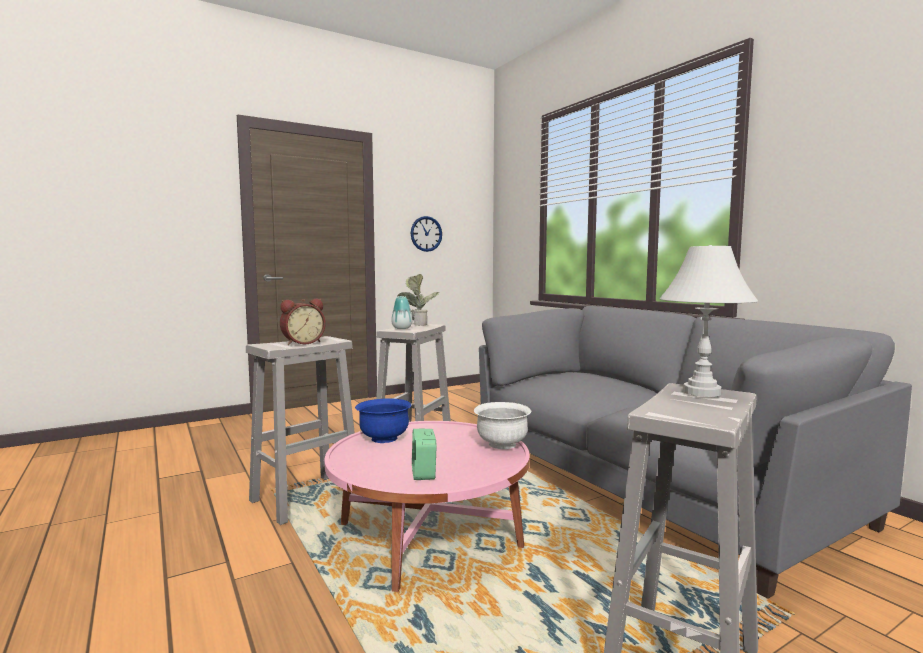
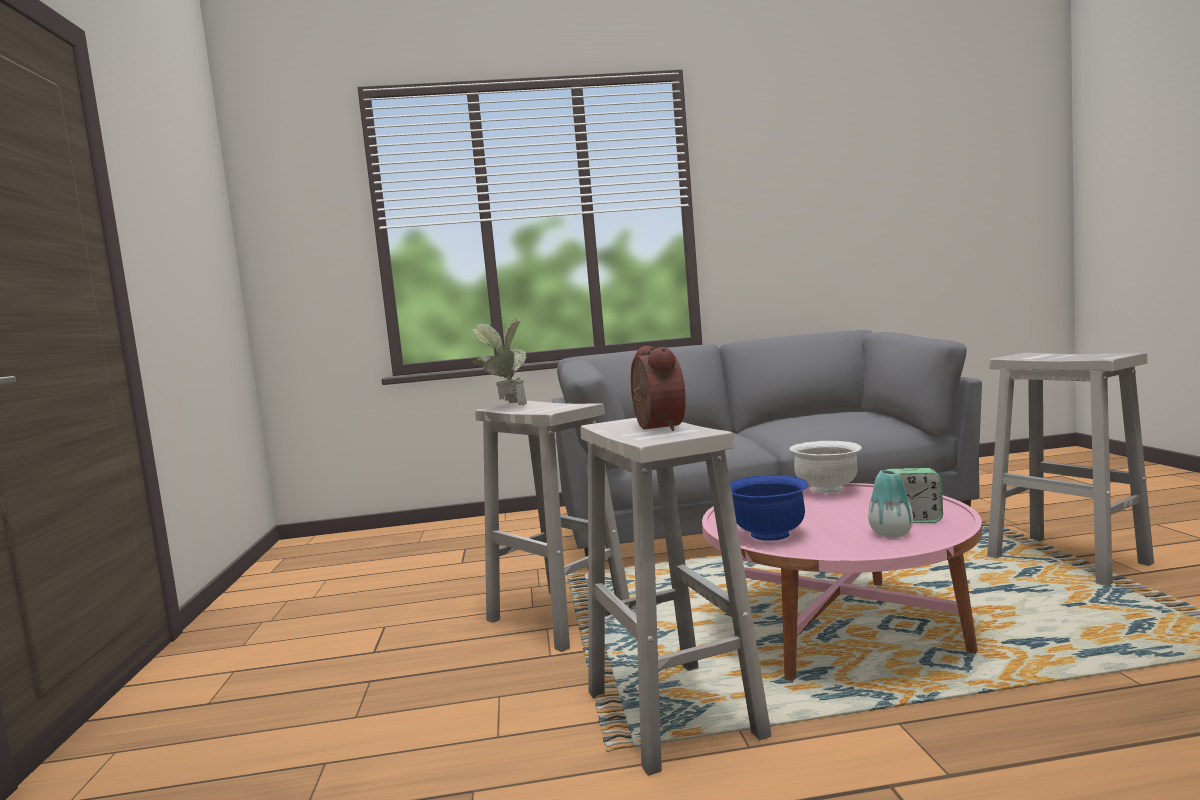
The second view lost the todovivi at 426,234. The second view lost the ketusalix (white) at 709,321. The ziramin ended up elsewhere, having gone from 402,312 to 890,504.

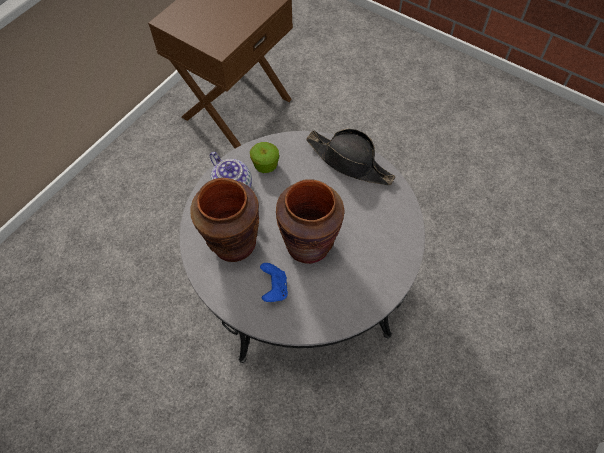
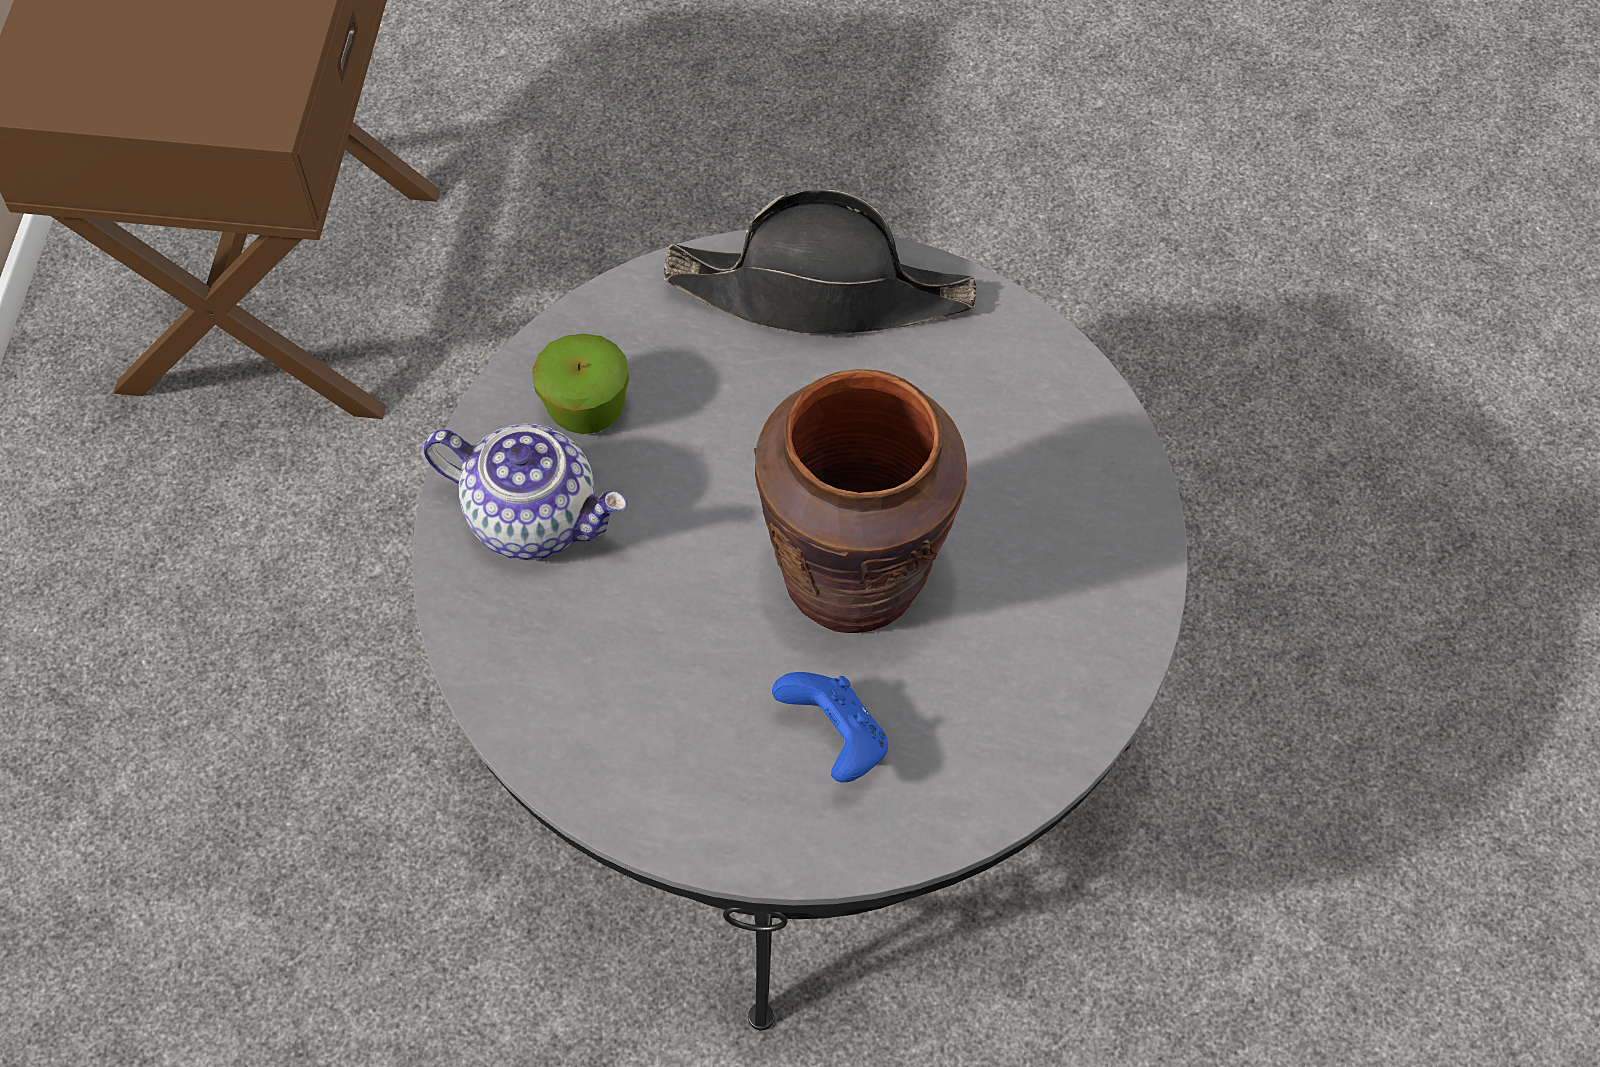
The second view lost the ziramin (brown) at 224,220.

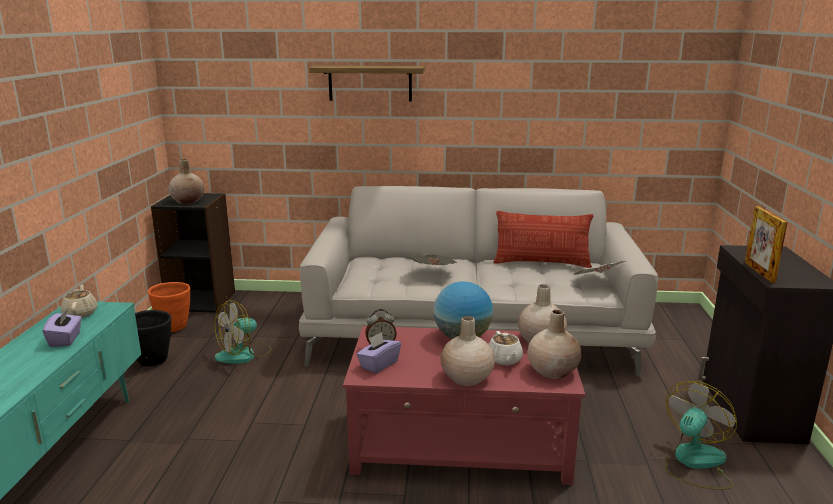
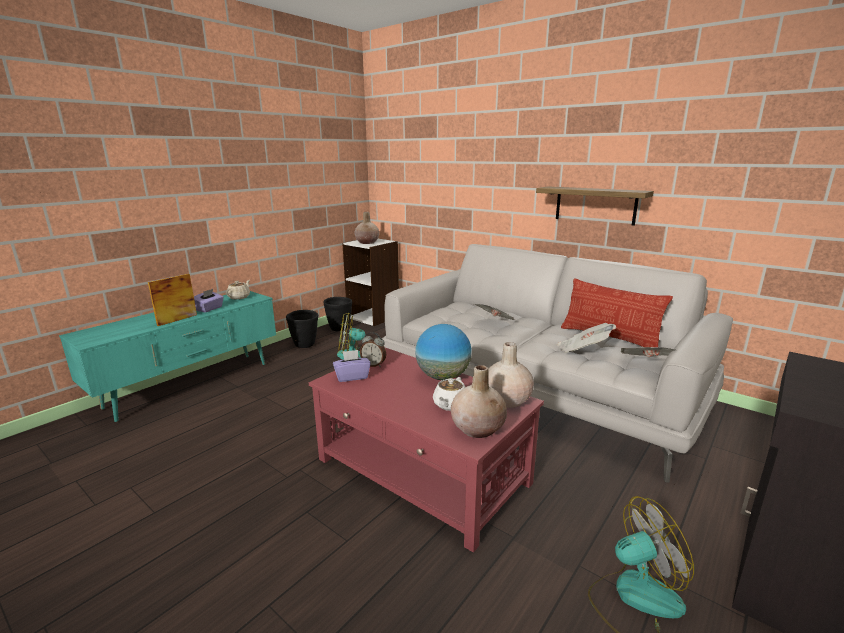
The second view lost the ziramin (beige) at 468,351. The second view gained the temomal at 586,338. The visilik ended up elsewhere, having gone from 367,84 to 595,206. The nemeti ended up elsewhere, having gone from 766,244 to 172,300. What was the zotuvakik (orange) at 169,307 turned into the zotuvakik (black) at 337,314. What was the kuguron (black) at 193,253 turned into the kuguron (white) at 370,282.

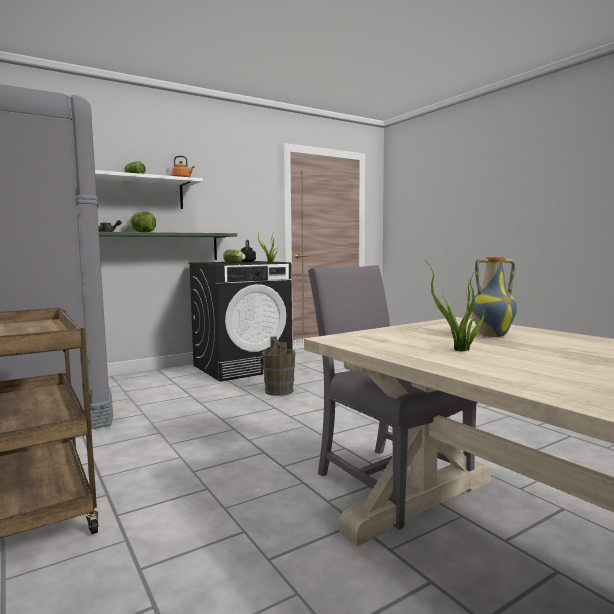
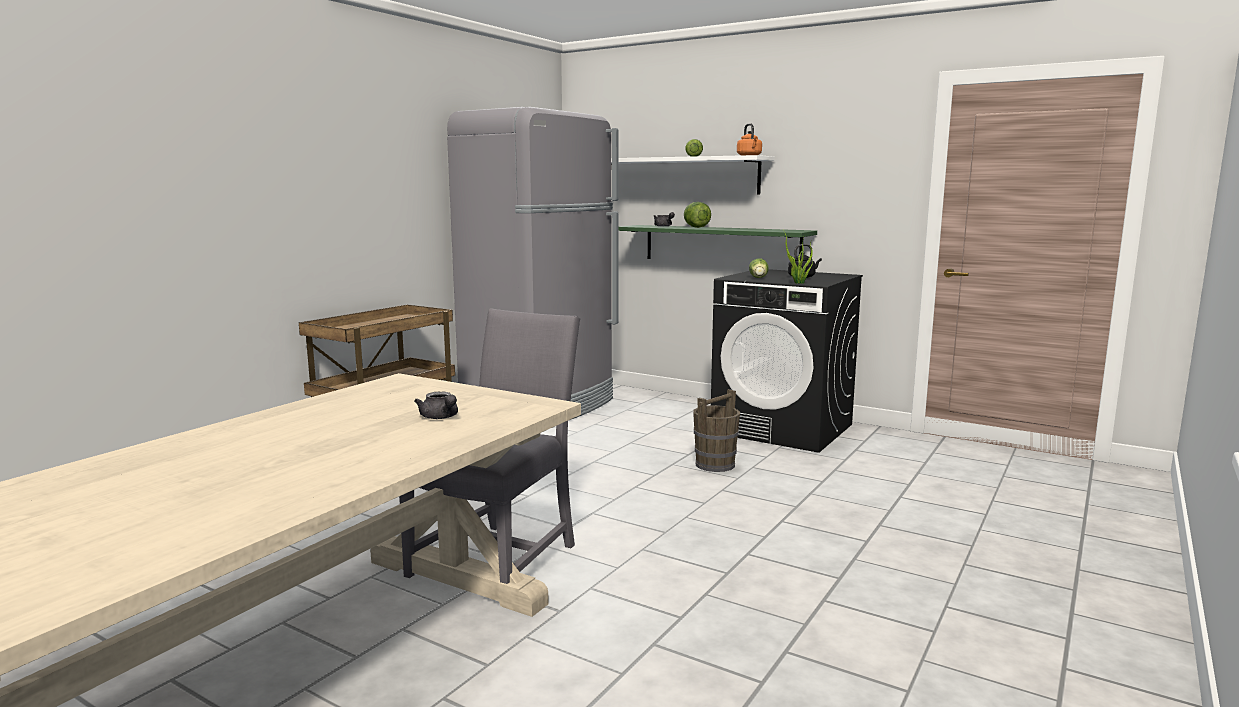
The second view lost the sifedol at 455,305. Where the ziramin stood at 494,297, the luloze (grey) came to stand at 436,405.

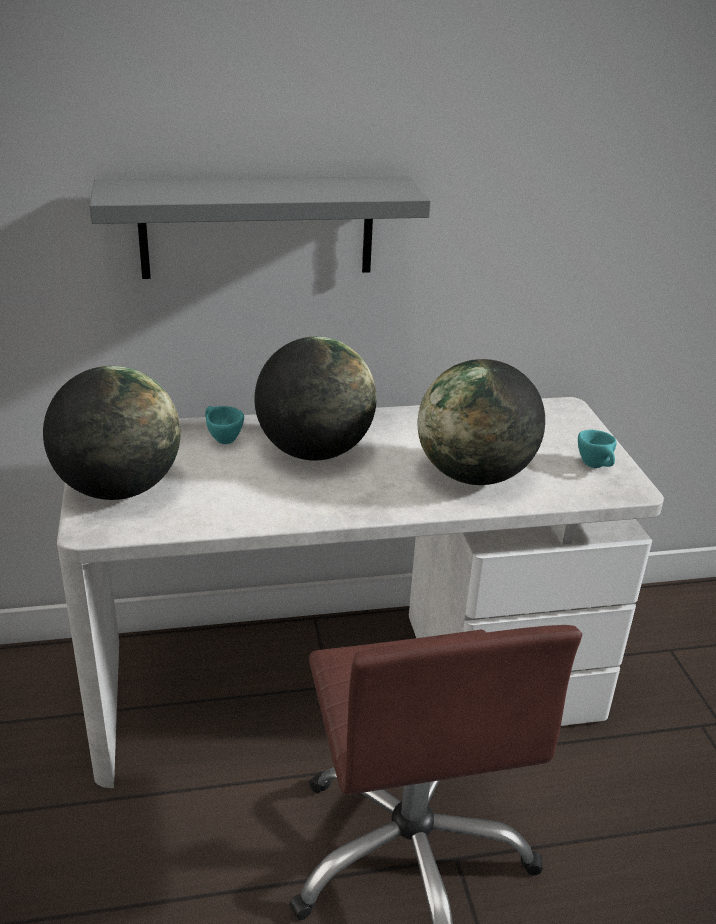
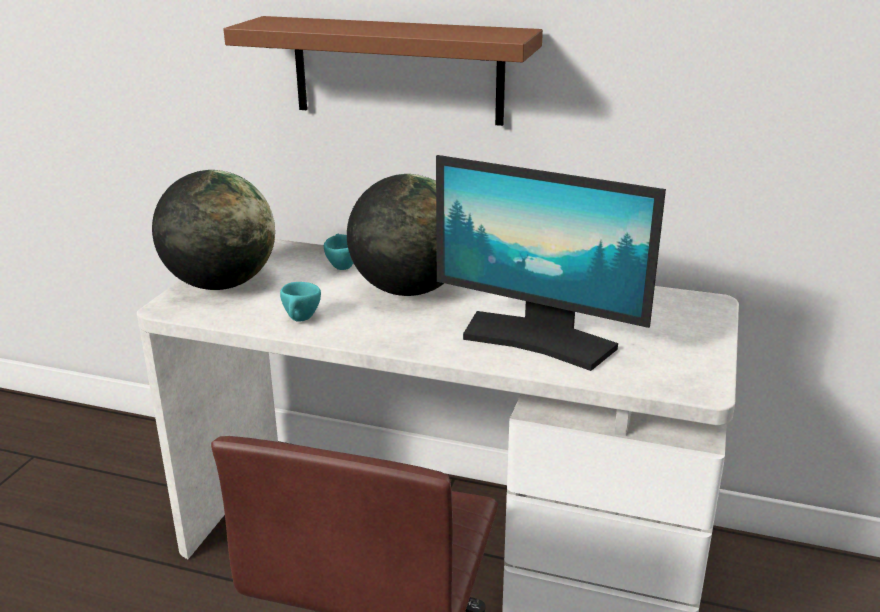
The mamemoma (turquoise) ended up elsewhere, having gone from 597,449 to 300,302. Where the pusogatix stood at 481,422, the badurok came to stand at 551,263. What was the visilik (grey) at 260,227 turned into the visilik (brown) at 383,71.

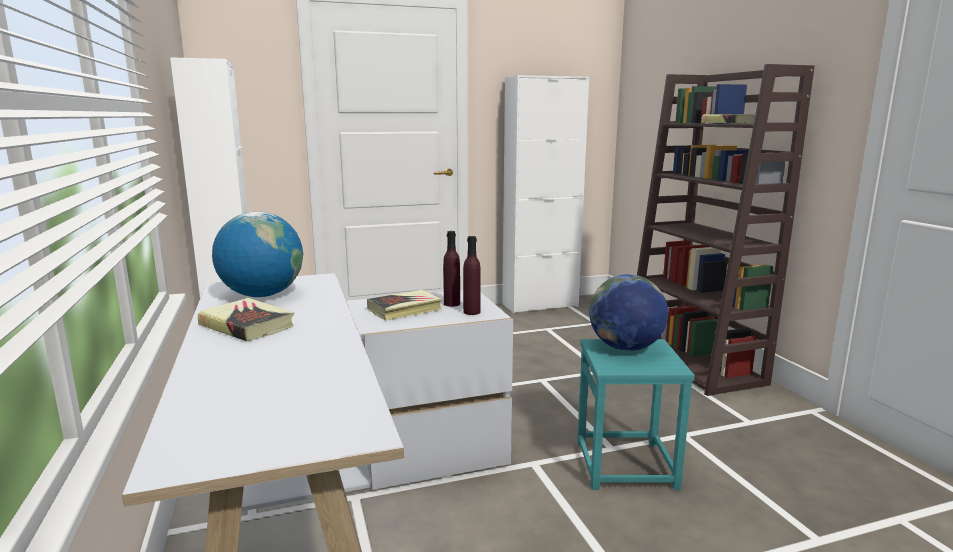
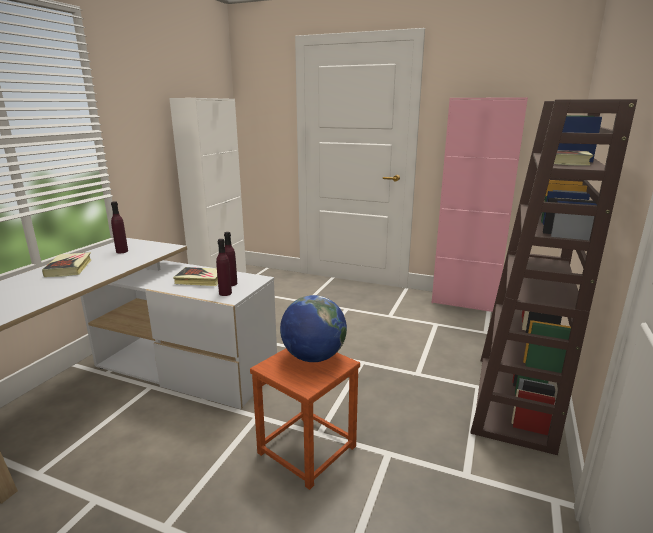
Where the pusogatix stood at 257,254, the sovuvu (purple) came to stand at 119,227. What was the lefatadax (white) at 545,194 turned into the lefatadax (pink) at 480,204. What was the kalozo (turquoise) at 636,414 turned into the kalozo (brown) at 305,419.

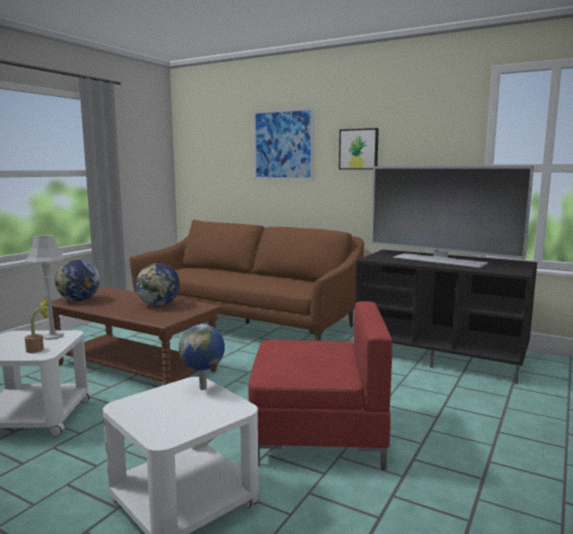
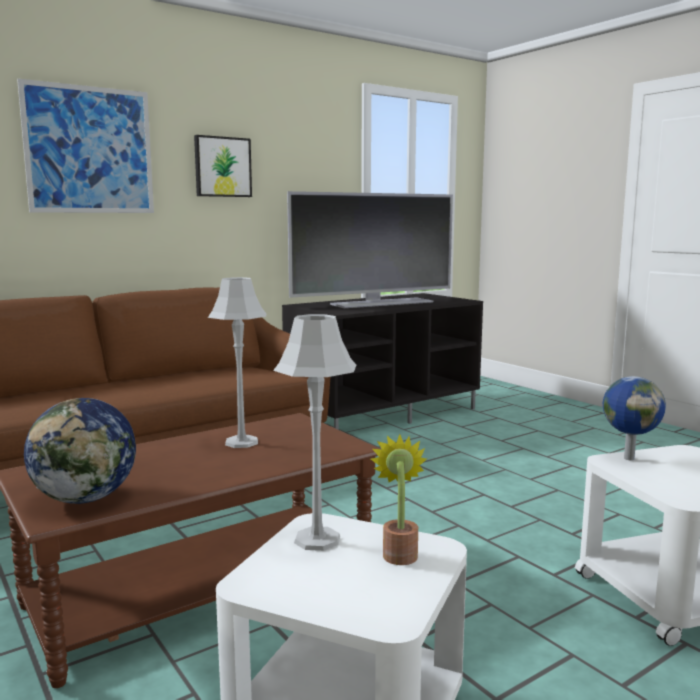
The second view lost the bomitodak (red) at 320,385. Where the pusogatix stood at 158,284, the ketusalix (grey) came to stand at 237,362.

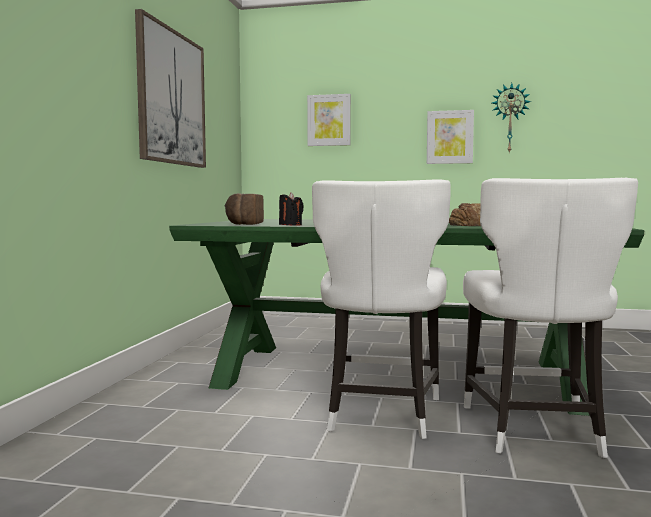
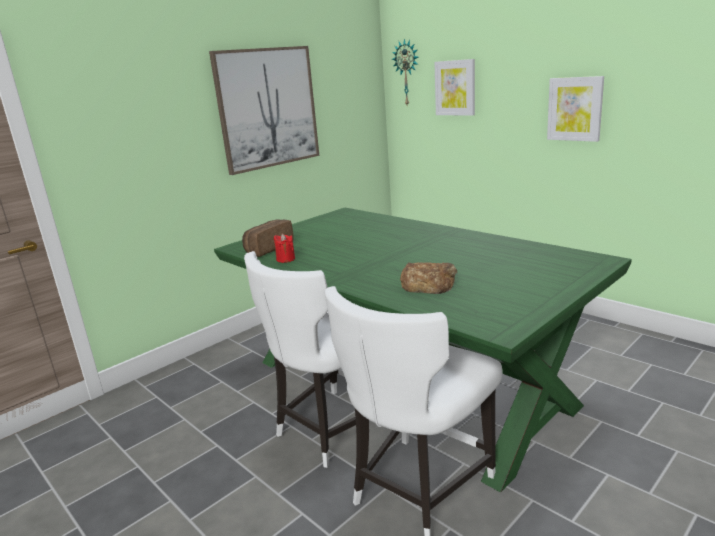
The todovivi ended up elsewhere, having gone from 511,118 to 405,72. What was the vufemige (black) at 291,209 turned into the vufemige (red) at 284,248.

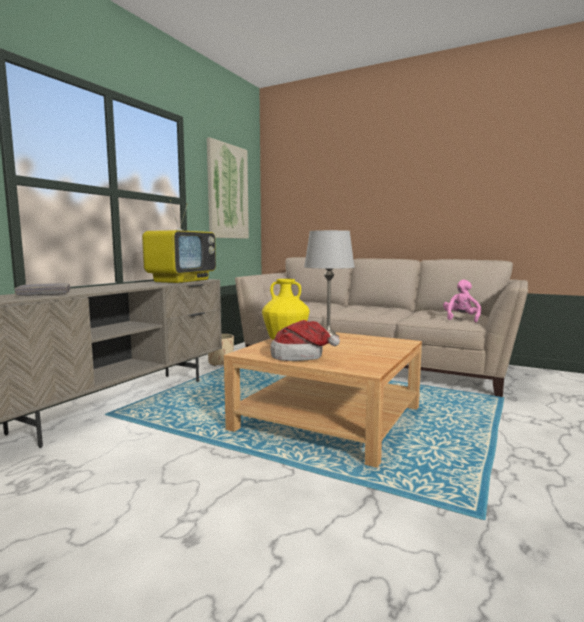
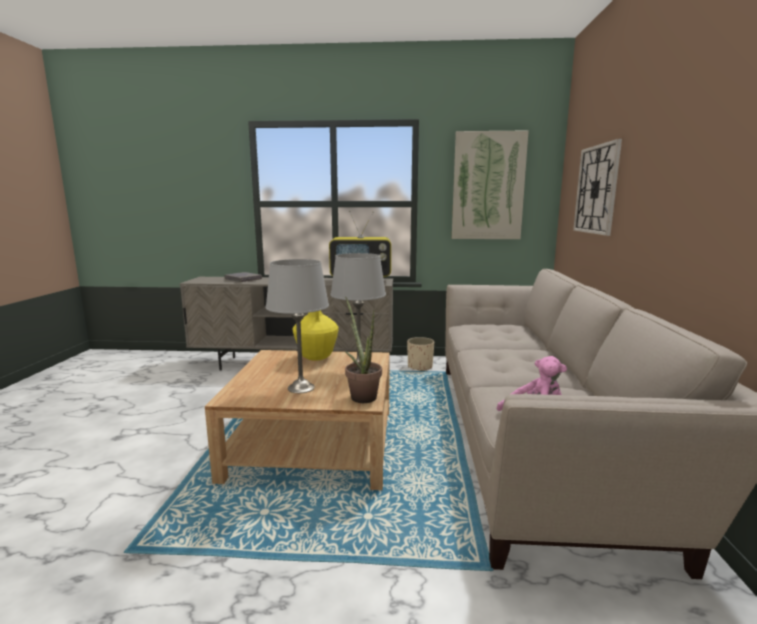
The second view lost the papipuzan at 305,340. The second view gained the ketusalix (grey) at 297,326. The second view gained the sifedol at 363,350. The second view gained the todovivi at 597,187.

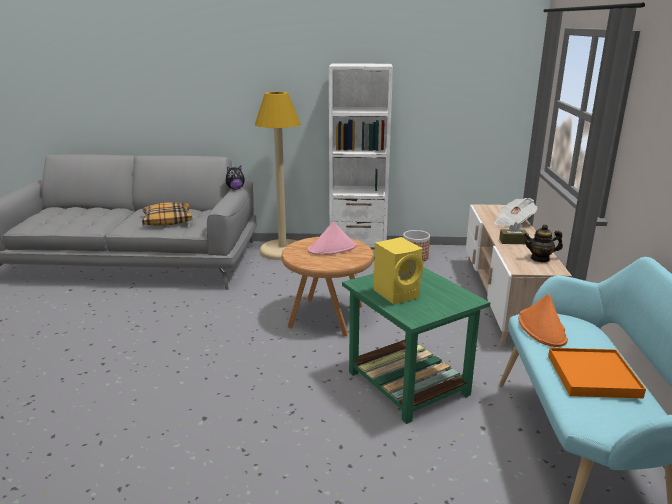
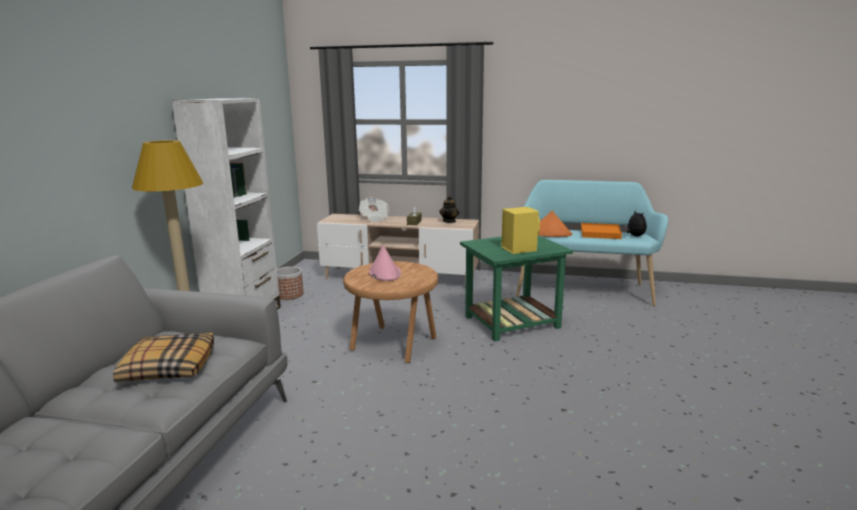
The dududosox ended up elsewhere, having gone from 235,178 to 636,223.

